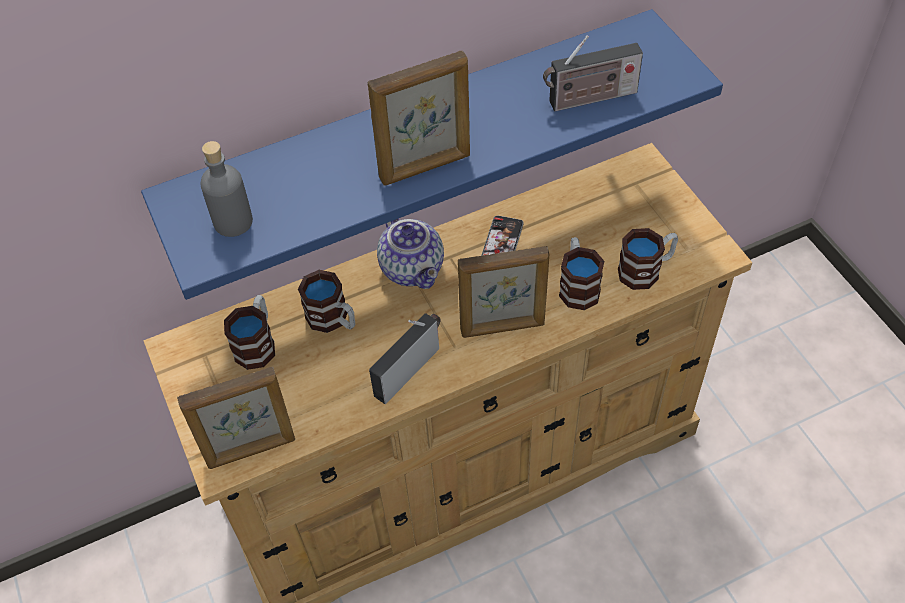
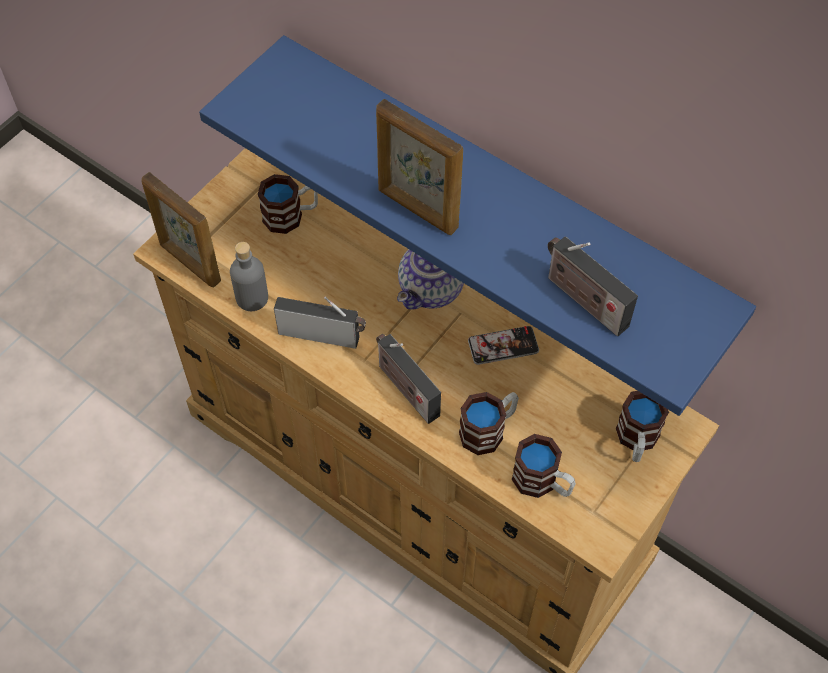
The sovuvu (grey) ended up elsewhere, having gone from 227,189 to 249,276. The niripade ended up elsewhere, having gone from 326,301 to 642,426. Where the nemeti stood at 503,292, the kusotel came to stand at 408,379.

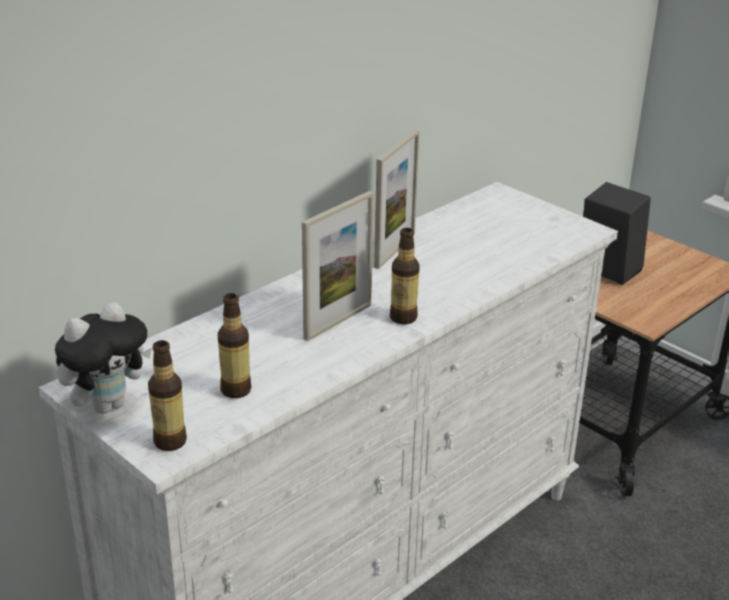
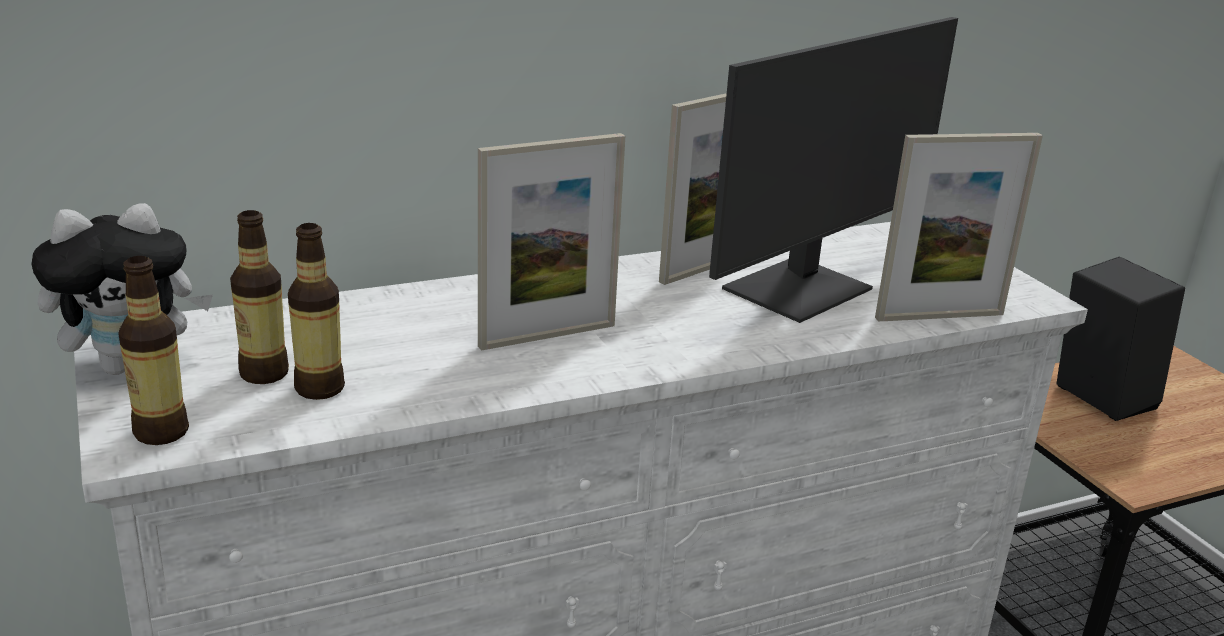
The second view gained the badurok at 833,170. The second view gained the nemeti at 959,227. The sovuvu ended up elsewhere, having gone from 405,276 to 259,297.

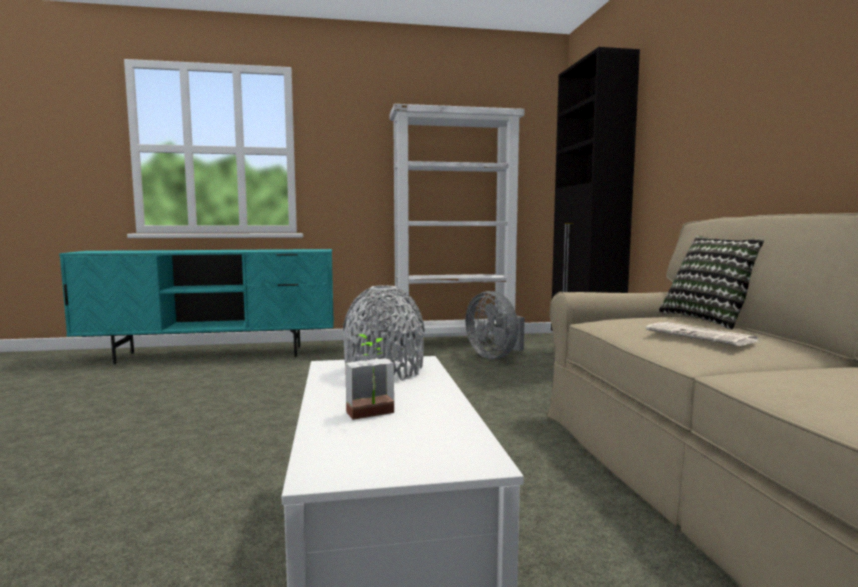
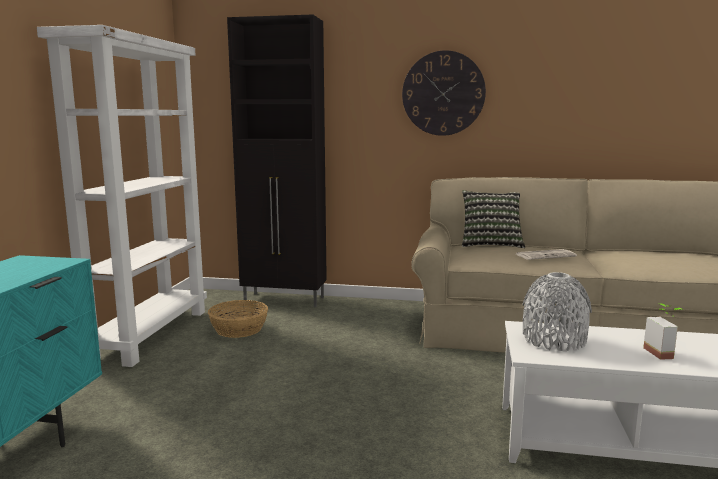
The second view gained the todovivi at 444,93. Where the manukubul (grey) stood at 495,325, the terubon came to stand at 238,319.

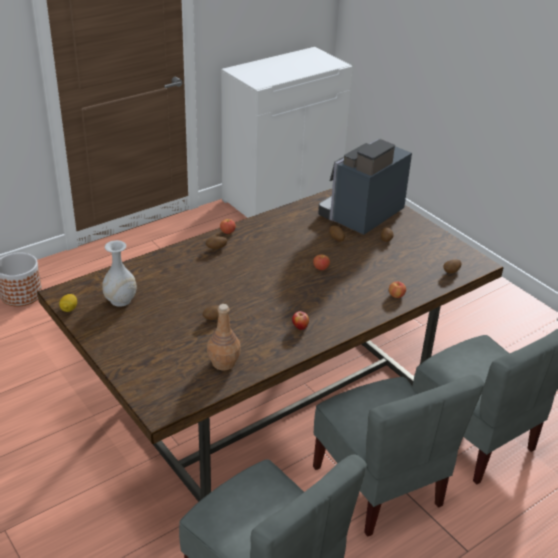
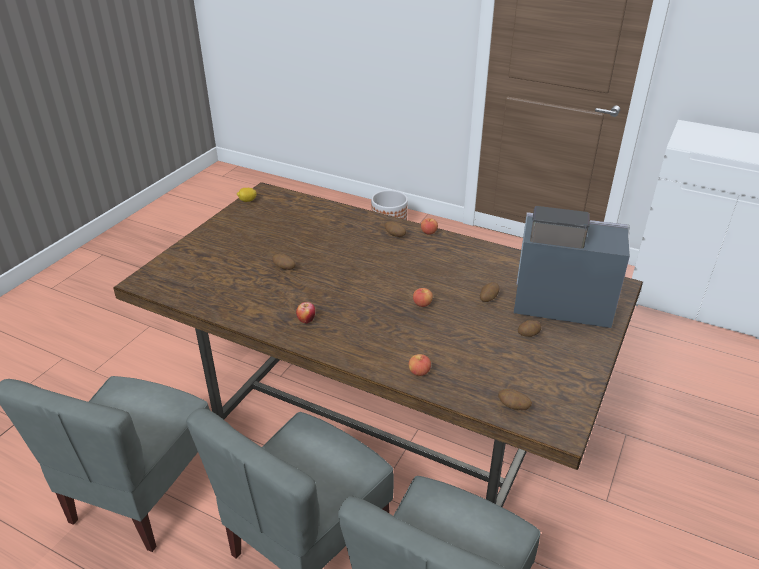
The second view lost the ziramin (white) at 119,273. The second view lost the sovuvu (brown) at 224,337.

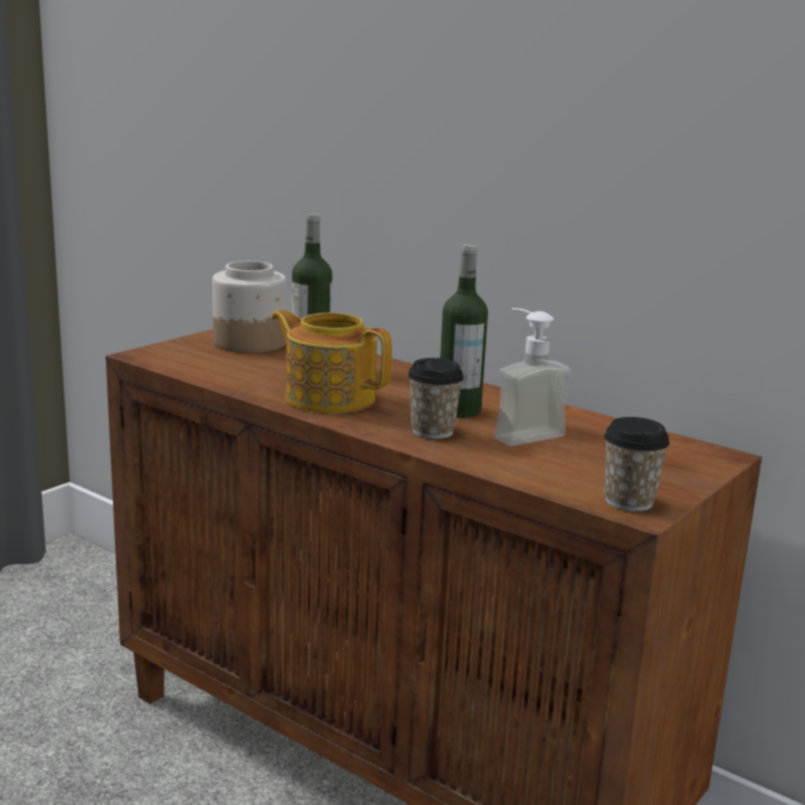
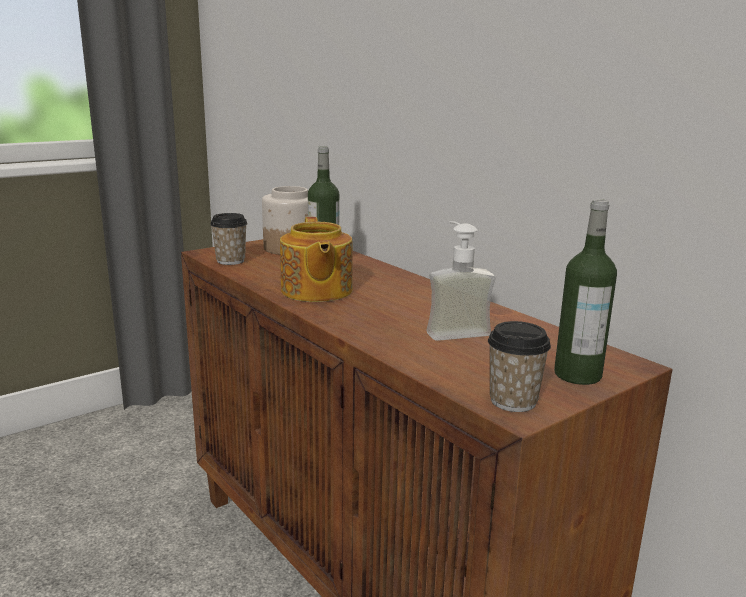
The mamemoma ended up elsewhere, having gone from 436,398 to 229,239. The sovuvu ended up elsewhere, having gone from 464,331 to 585,292. The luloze at 331,362 ended up facing another way, 150 degrees counterclockwise from before.

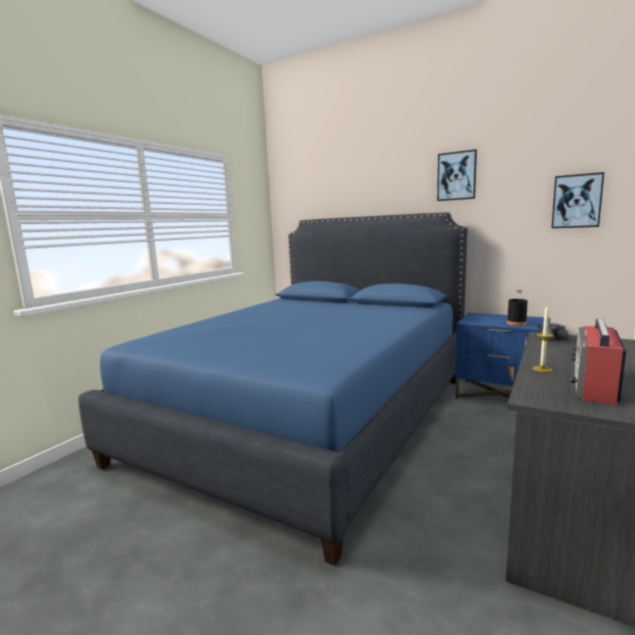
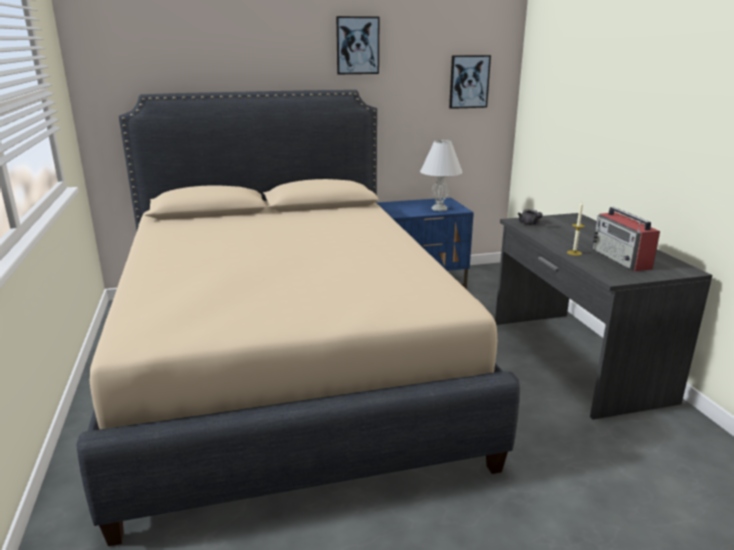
Where the sovuvu (black) stood at 517,308, the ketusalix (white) came to stand at 441,175. What was the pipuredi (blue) at 272,389 turned into the pipuredi (beige) at 298,318.

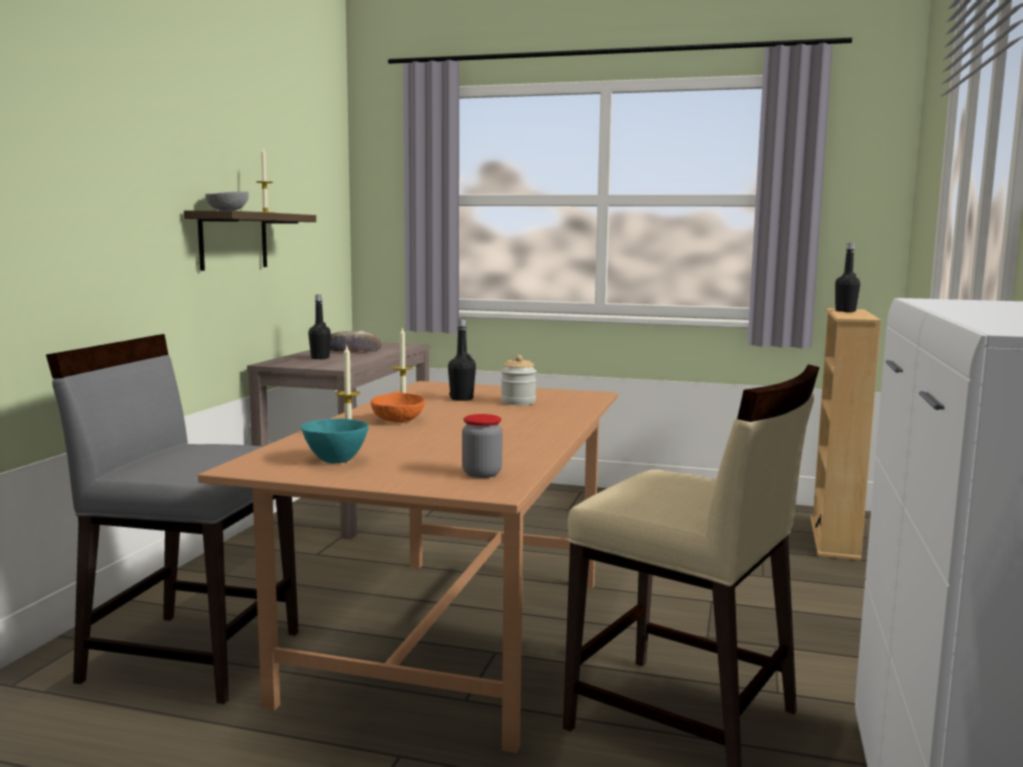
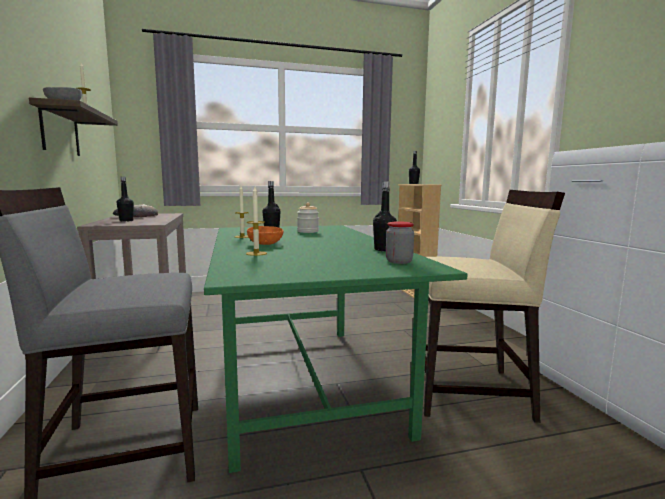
The second view lost the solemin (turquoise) at 335,441. The second view gained the sovuvu (black) at 385,216. What was the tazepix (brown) at 408,567 turned into the tazepix (green) at 336,349.

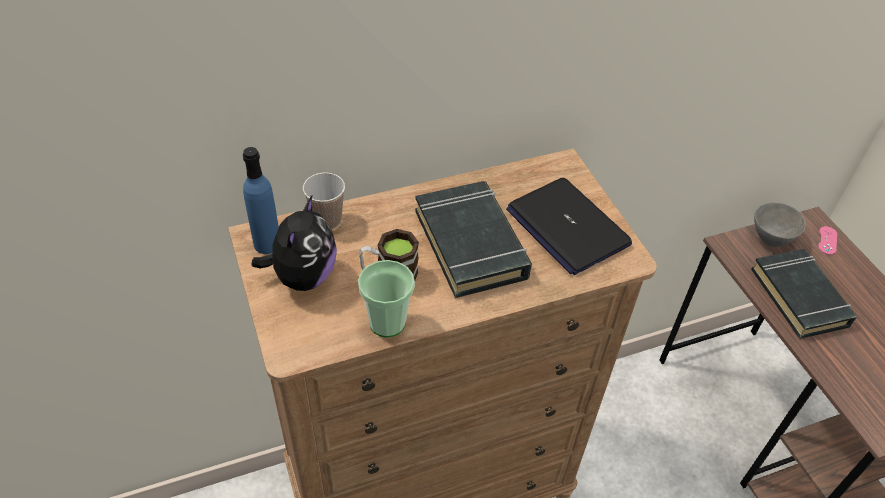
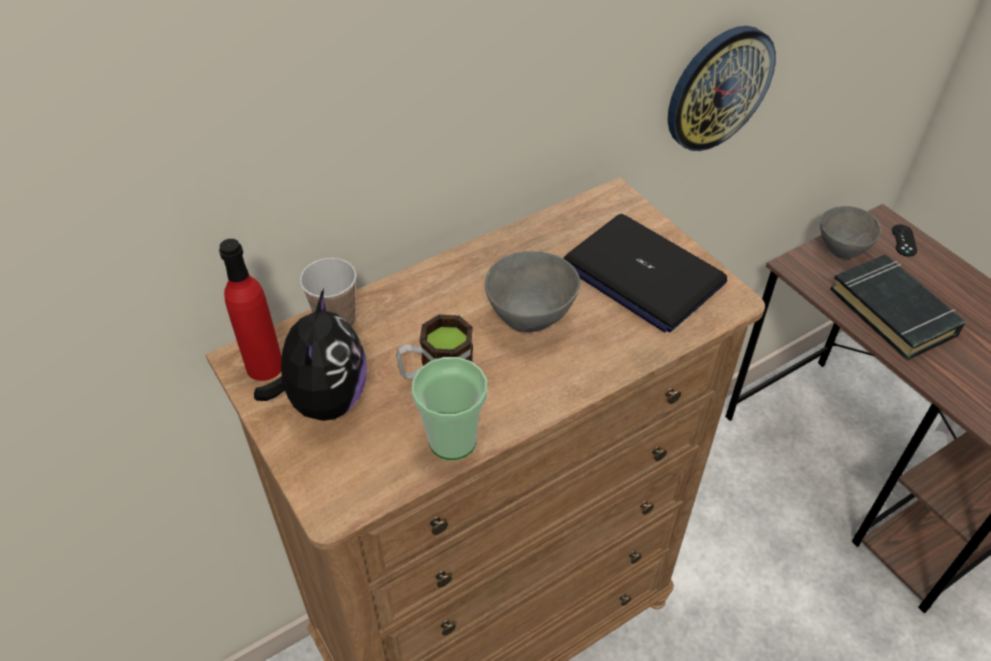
The second view gained the todovivi at 722,88. Where the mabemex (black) stood at 473,239, the solemin (grey) came to stand at 532,291. What was the sovuvu (blue) at 261,200 turned into the sovuvu (red) at 250,310. What was the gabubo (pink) at 827,240 turned into the gabubo (black) at 904,240.

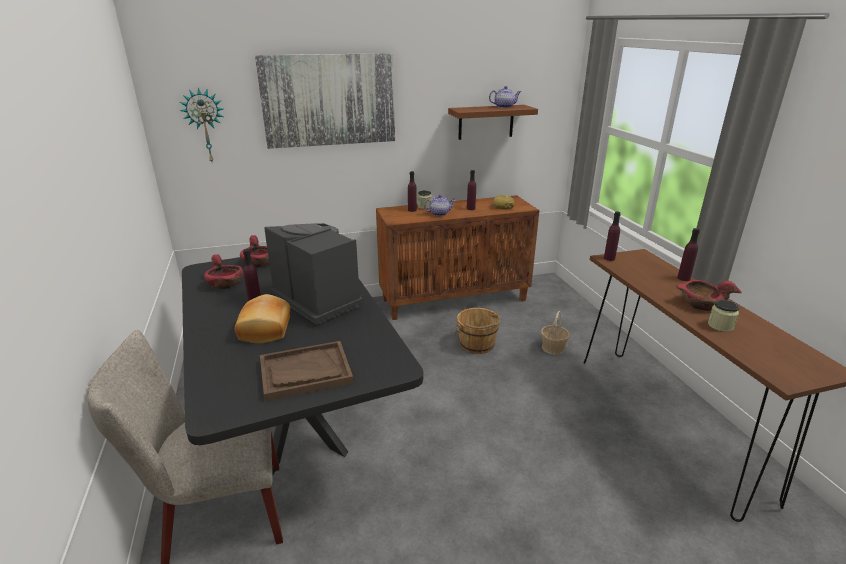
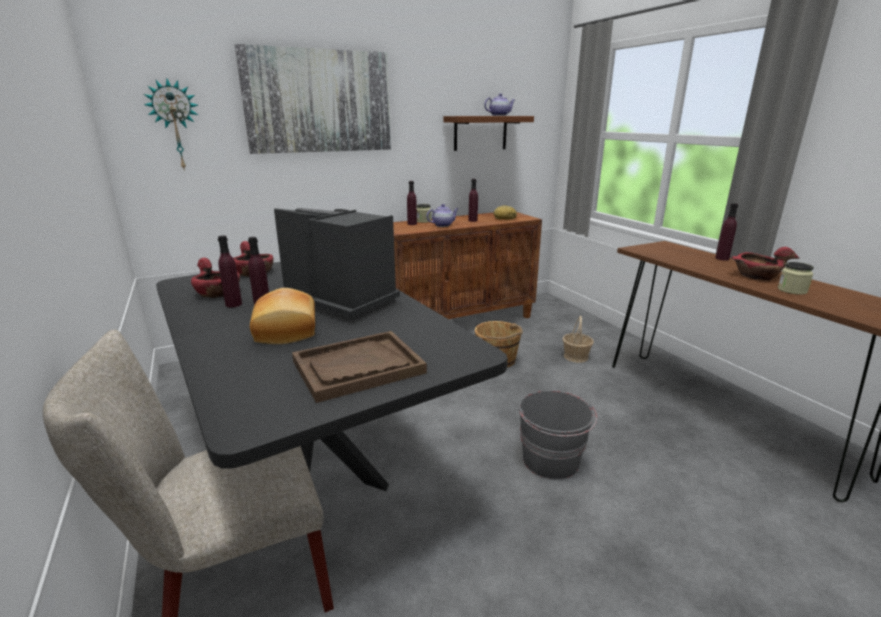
The second view gained the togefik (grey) at 558,435. The sovuvu (purple) ended up elsewhere, having gone from 612,236 to 230,271.

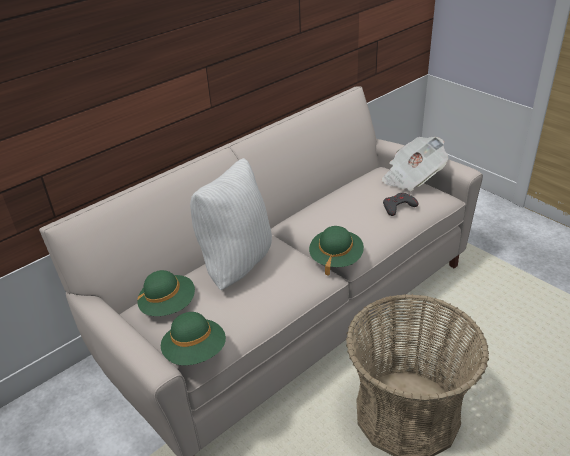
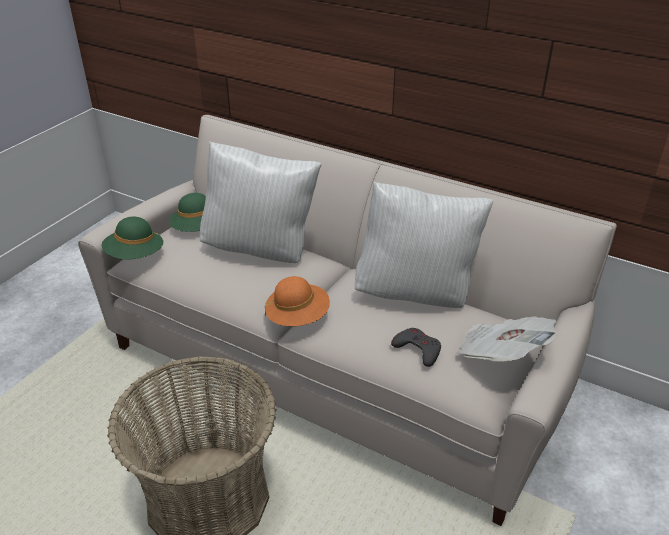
The second view gained the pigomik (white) at 424,245. What was the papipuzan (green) at 336,251 turned into the papipuzan (orange) at 297,301.

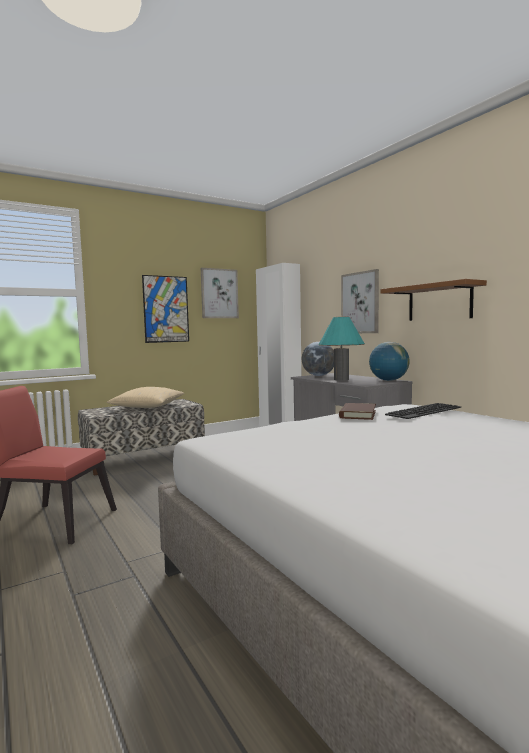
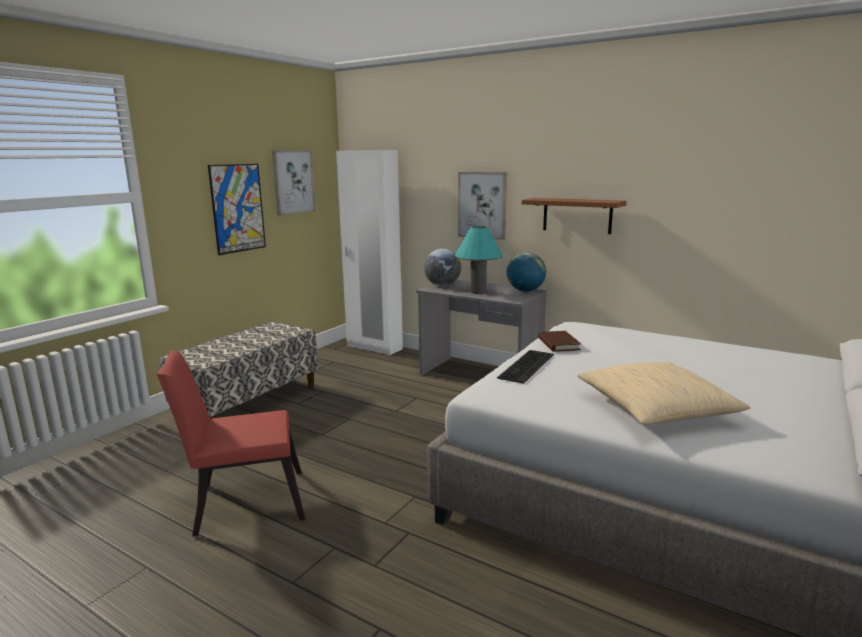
The pigomik (beige) ended up elsewhere, having gone from 145,397 to 663,393. The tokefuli ended up elsewhere, having gone from 423,411 to 525,367.

